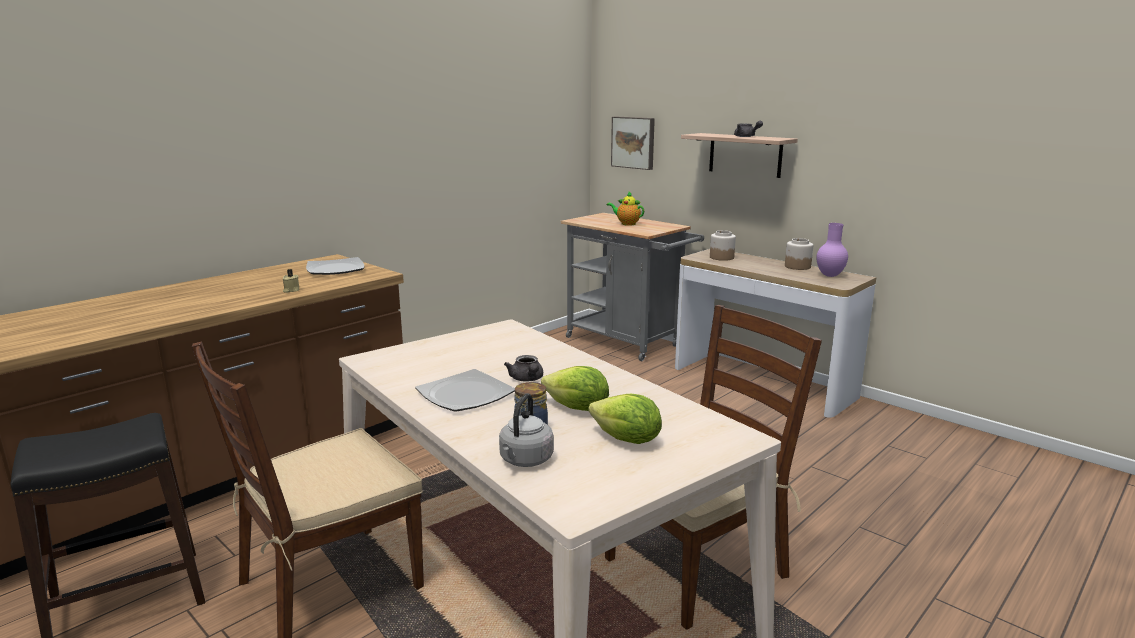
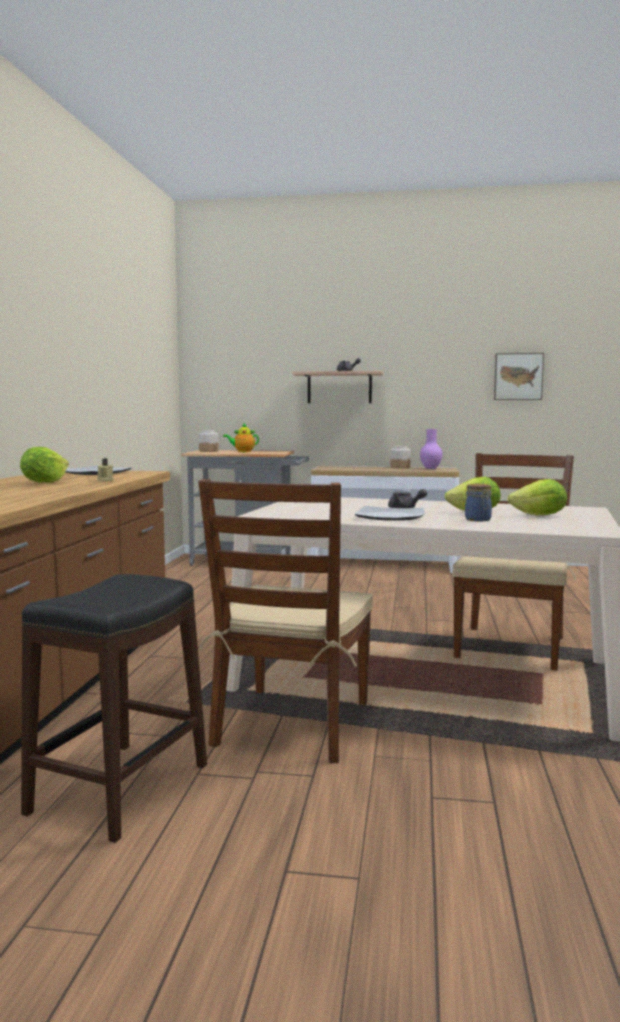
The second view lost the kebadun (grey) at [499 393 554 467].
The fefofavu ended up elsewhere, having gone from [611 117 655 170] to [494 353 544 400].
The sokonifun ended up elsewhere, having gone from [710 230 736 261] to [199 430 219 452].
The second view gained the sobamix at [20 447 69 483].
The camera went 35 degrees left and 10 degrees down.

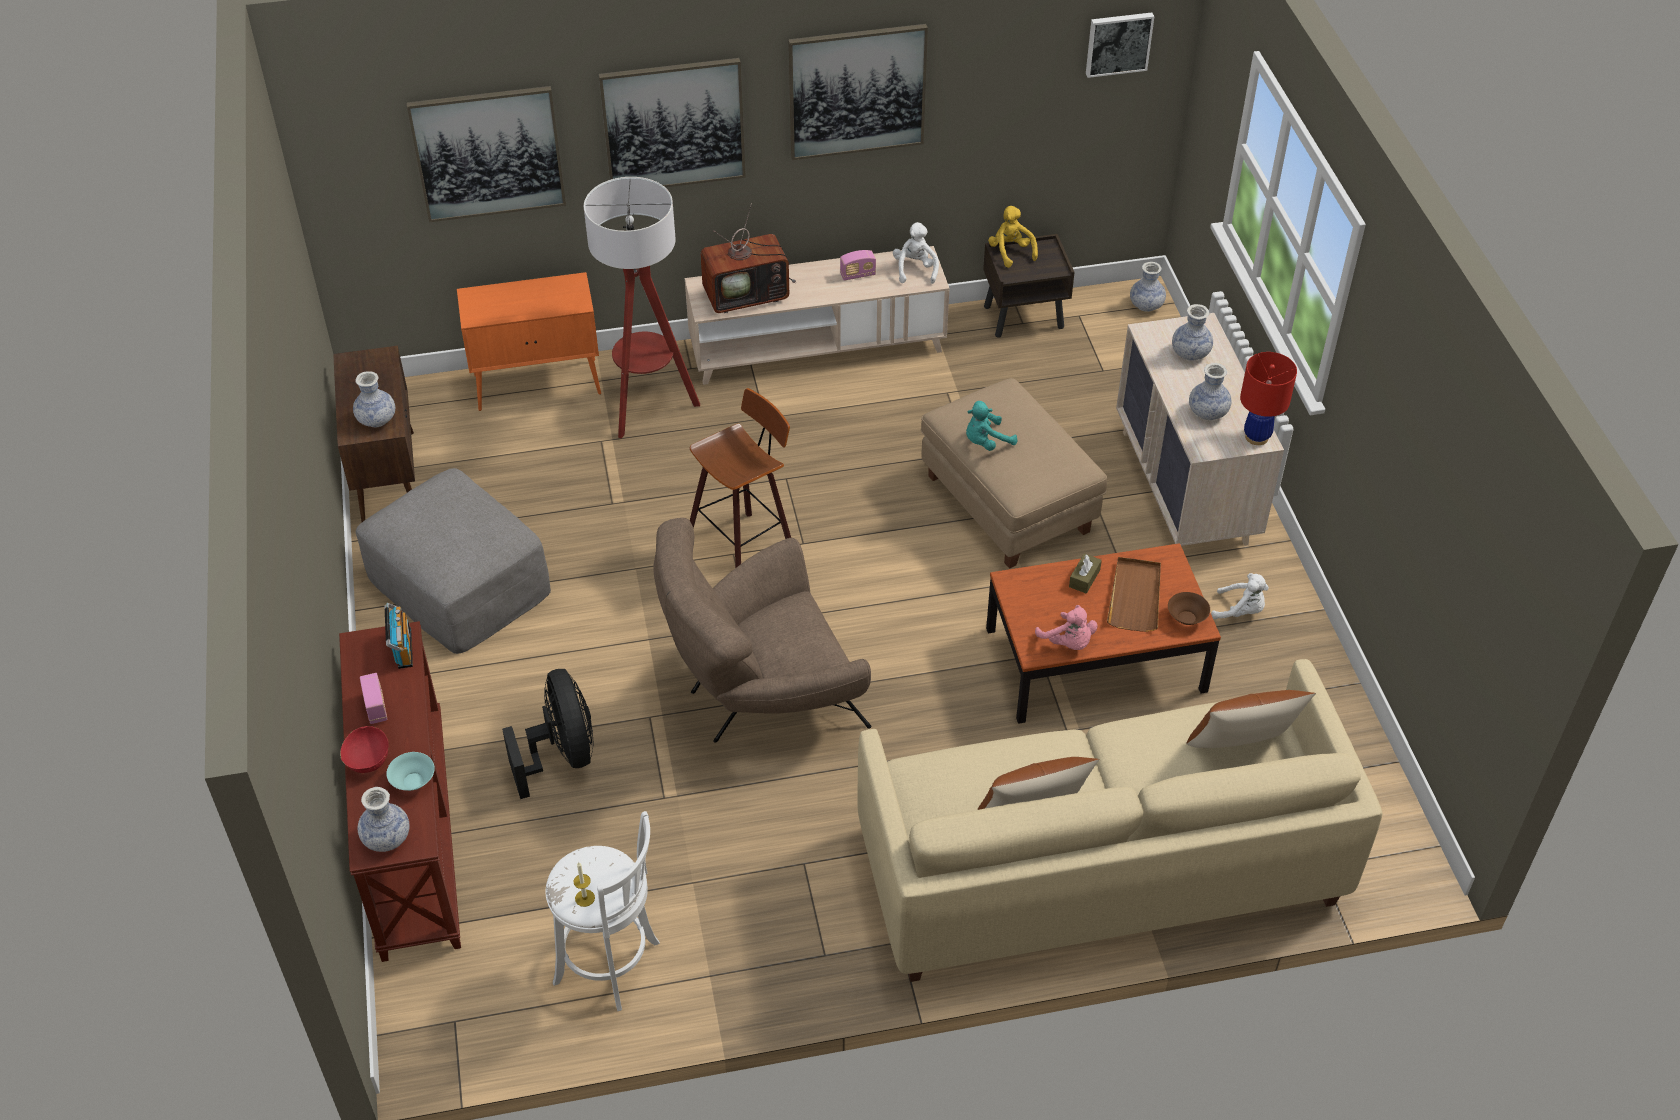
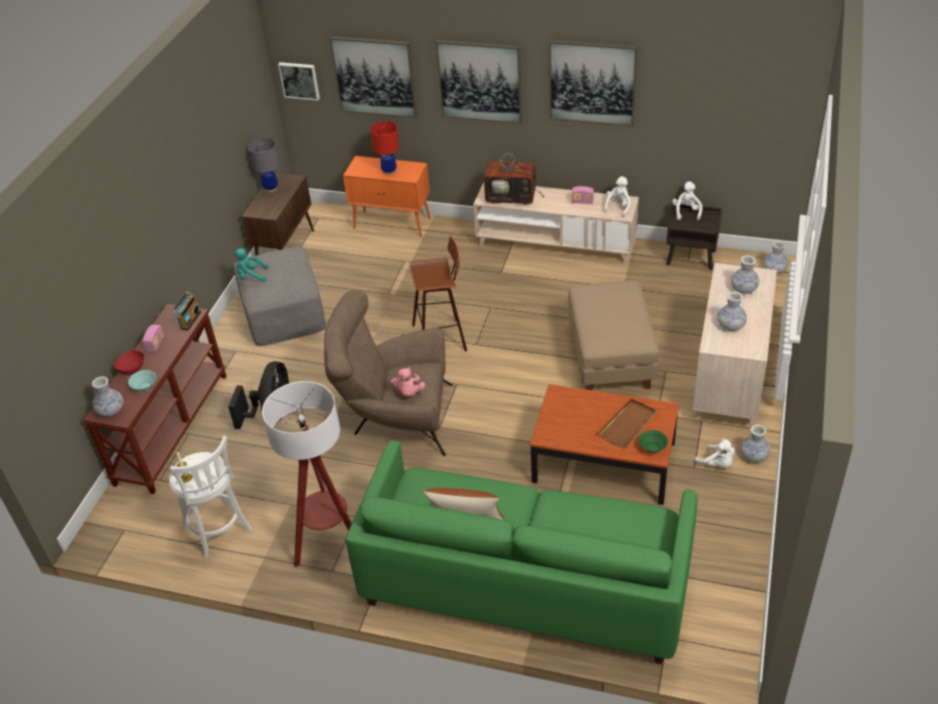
The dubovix ended up elsewhere, having gone from [353 371 395 427] to [741 425 770 462].
The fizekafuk ended up elsewhere, having gone from [584 177 700 439] to [262 381 352 567].
What was the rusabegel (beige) at [857 659 1382 982] turned into the rusabegel (green) at [346 440 697 664].
The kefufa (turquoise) ended up elsewhere, having gone from [966 401 1017 451] to [233 248 268 282].
What was the kefufa (yellow) at [988 206 1038 268] turned into the kefufa (white) at [672 181 702 220].
The kefufa (pink) ended up elsewhere, having gone from [1035 605 1098 650] to [390 367 425 396].
The second view lost the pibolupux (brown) at [1069 553 1102 593].
The fefofavu ended up elsewhere, having gone from [1086 12 1154 78] to [278 62 320 100].
What was the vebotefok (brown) at [1168 592 1210 625] turned into the vebotefok (green) at [639 430 668 453].
The second view lost the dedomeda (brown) at [1186 690 1316 748].
The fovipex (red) ended up elsewhere, having gone from [1240 352 1297 445] to [370 121 400 175].
The second view gained the fovipex (grey) at [248 138 279 192].
The camera went 30 degrees right and 5 degrees down.

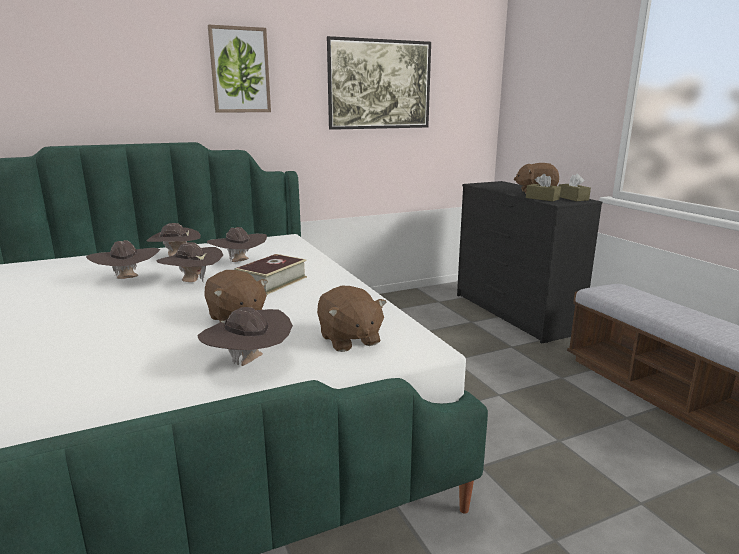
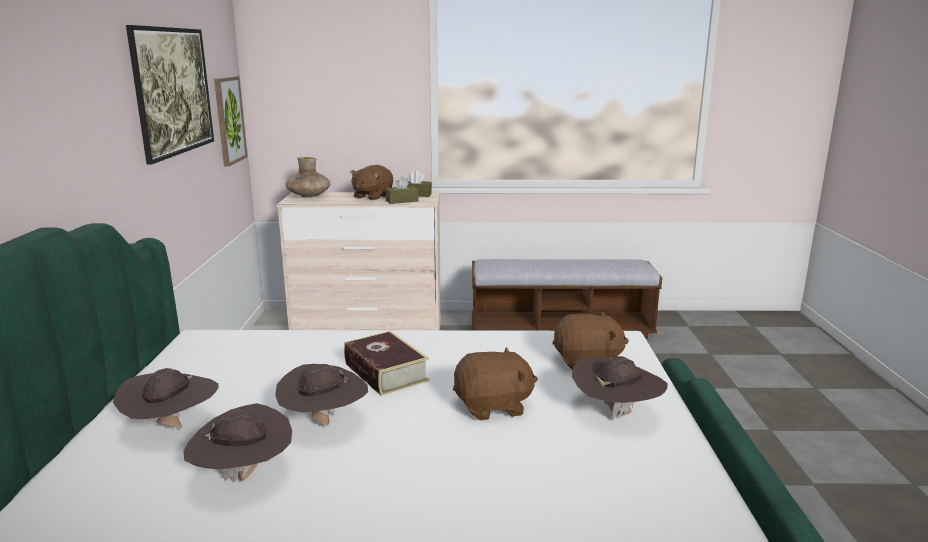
The second view lost the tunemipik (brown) at [207 227 267 262].
The fefofavu ended up elsewhere, having gone from [208 24 271 113] to [214 76 247 166].
What was the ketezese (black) at [457 181 602 344] turned into the ketezese (beige) at [277 192 441 330].
The second view gained the dubovix (brown) at [286 157 330 198].
The camera went 65 degrees left and 0 degrees up.

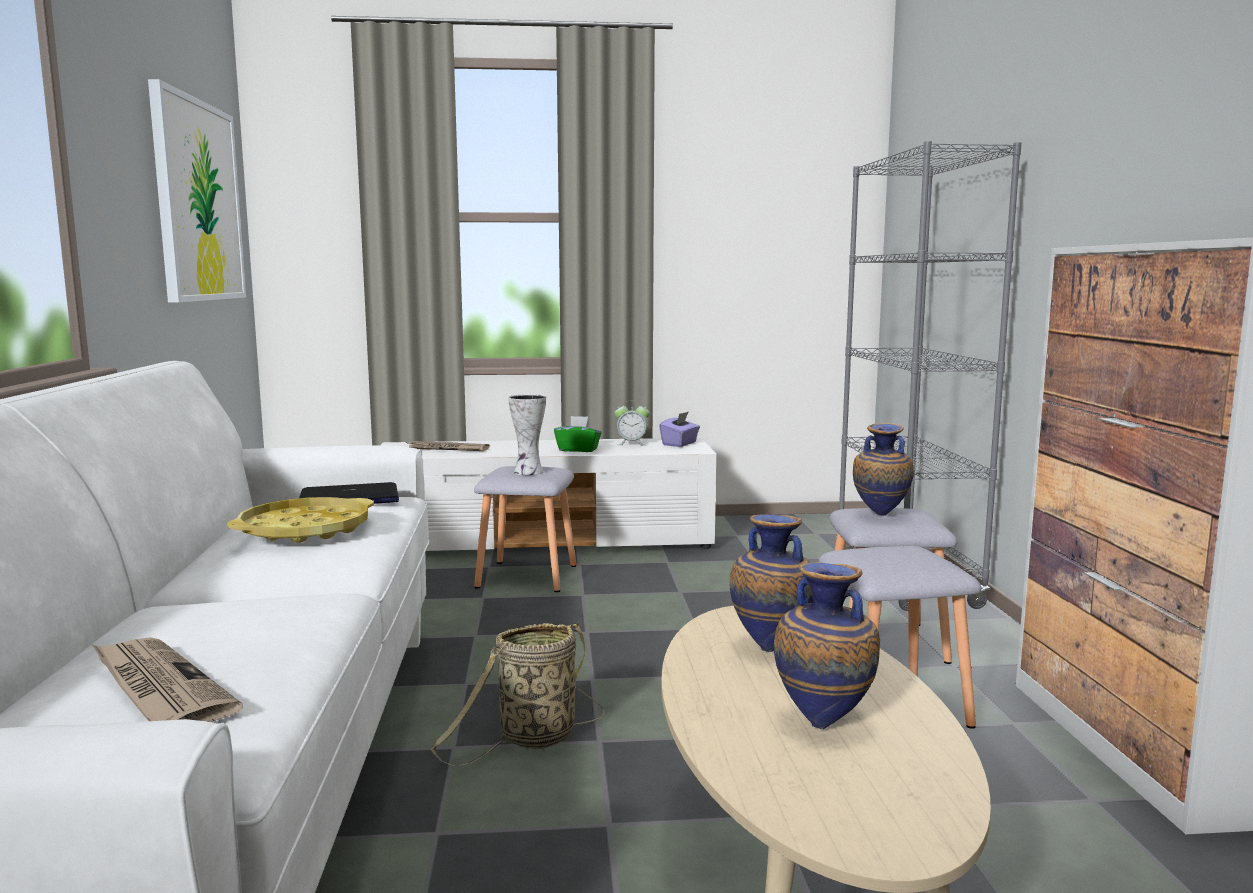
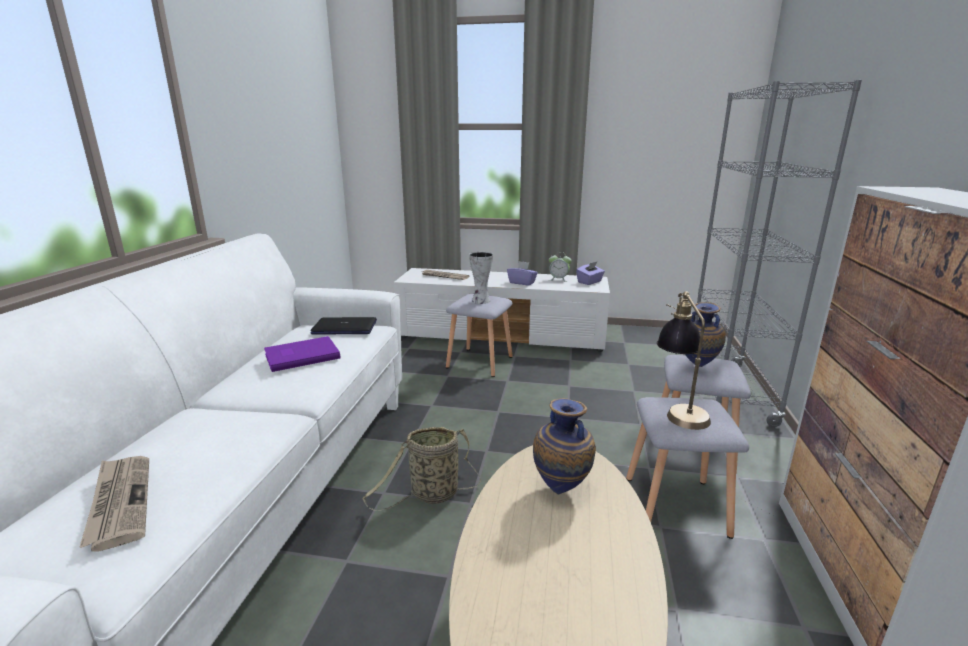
The second view lost the fefofavu at [148 79 246 303].
Where the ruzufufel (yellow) stood at [227 497 374 543], the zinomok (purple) came to stand at [264 336 340 372].
What was the pibolupux (green) at [554 416 602 452] turned into the pibolupux (purple) at [507 261 538 286].
The second view lost the dubovix at [774 562 880 729].
The second view gained the fovipex at [657 291 711 430].
The camera went 15 degrees right and 10 degrees up.

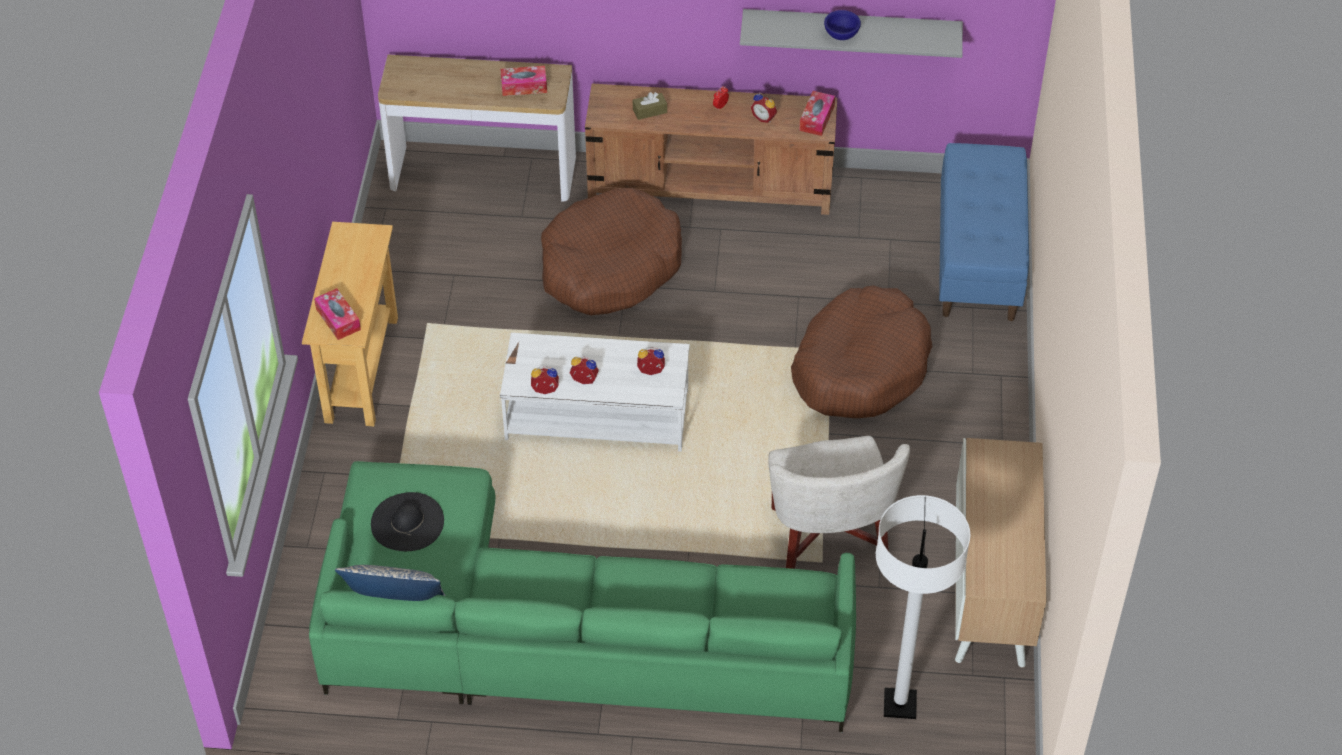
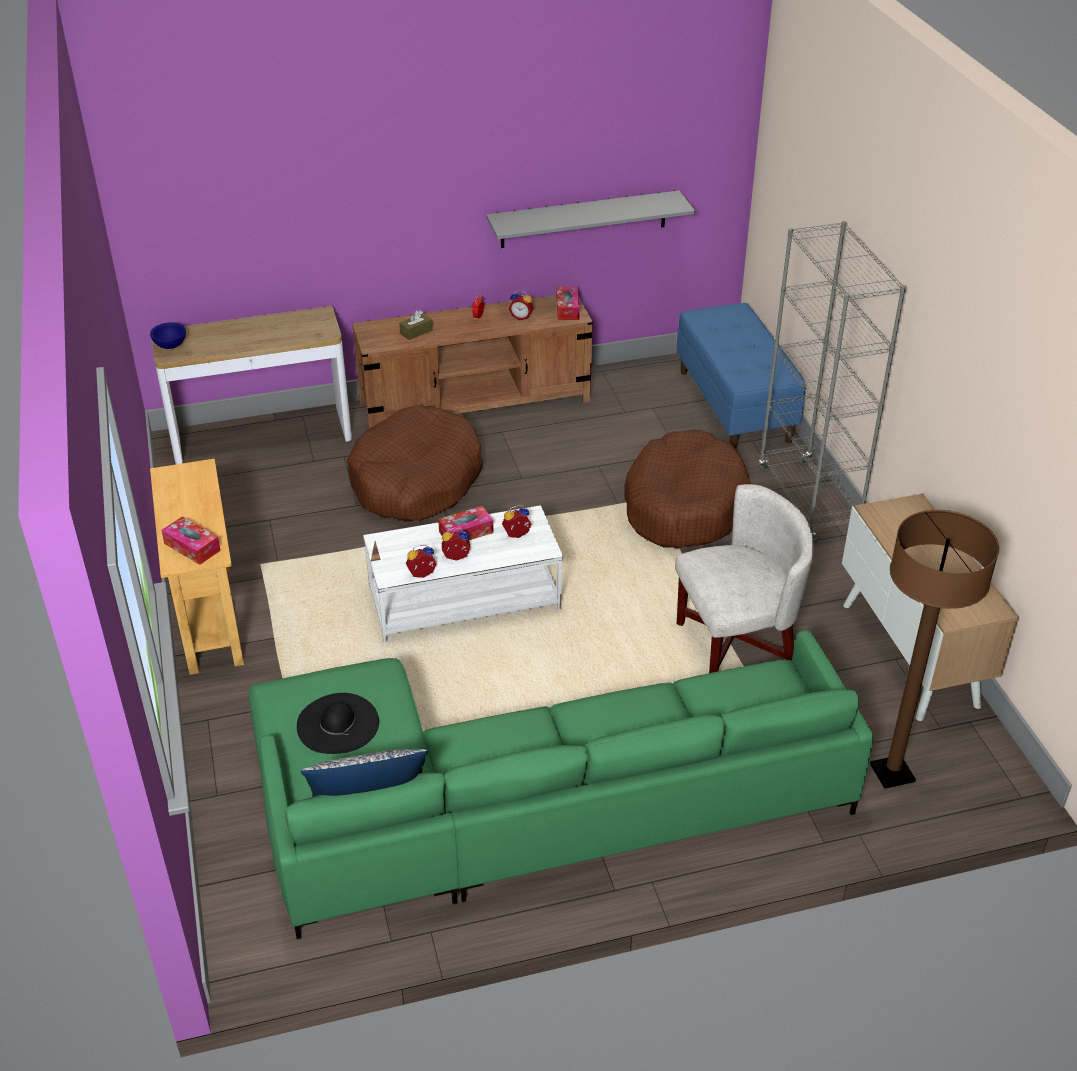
The pibolupux ended up elsewhere, having gone from [501 66 547 96] to [438 506 493 540].
The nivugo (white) at [768 436 910 569] ended up facing another way, 75 degrees counterclockwise from before.
The vebotefok (blue) ended up elsewhere, having gone from [824 10 861 40] to [150 322 186 349].
What was the fizekafuk (white) at [876 495 970 719] turned into the fizekafuk (brown) at [870 510 999 789].
The second view gained the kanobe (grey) at [758 221 906 544].
The camera went 20 degrees left and 10 degrees down.

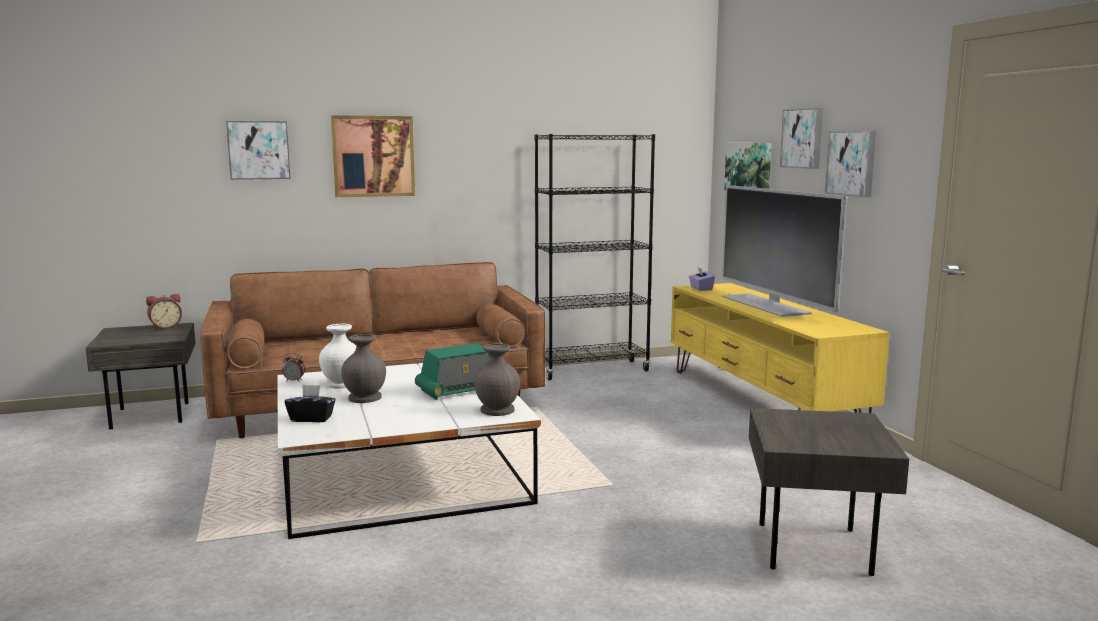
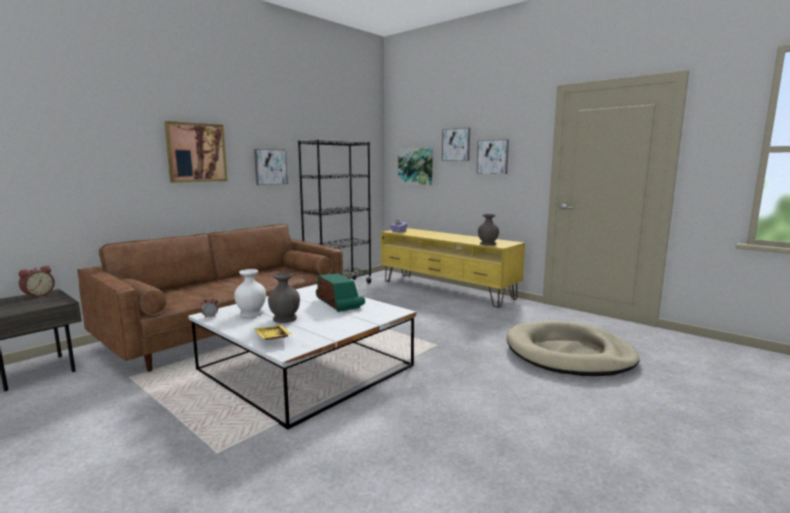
The fefofavu ended up elsewhere, having gone from [226 121 291 180] to [254 149 288 185].
Where the pibolupux (black) stood at [285 385 336 422], the ruzufufel (yellow) came to stand at [254 325 292 340].
The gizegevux at [415 343 490 400] ended up facing another way, 60 degrees counterclockwise from before.
The dubovix (grey) ended up elsewhere, having gone from [474 343 520 416] to [478 214 499 246].
The second view lost the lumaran at [722 185 847 317].
Where the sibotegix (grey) stood at [749 408 909 576], the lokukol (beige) came to stand at [507 321 640 376].
The camera went 30 degrees left and 0 degrees up.

